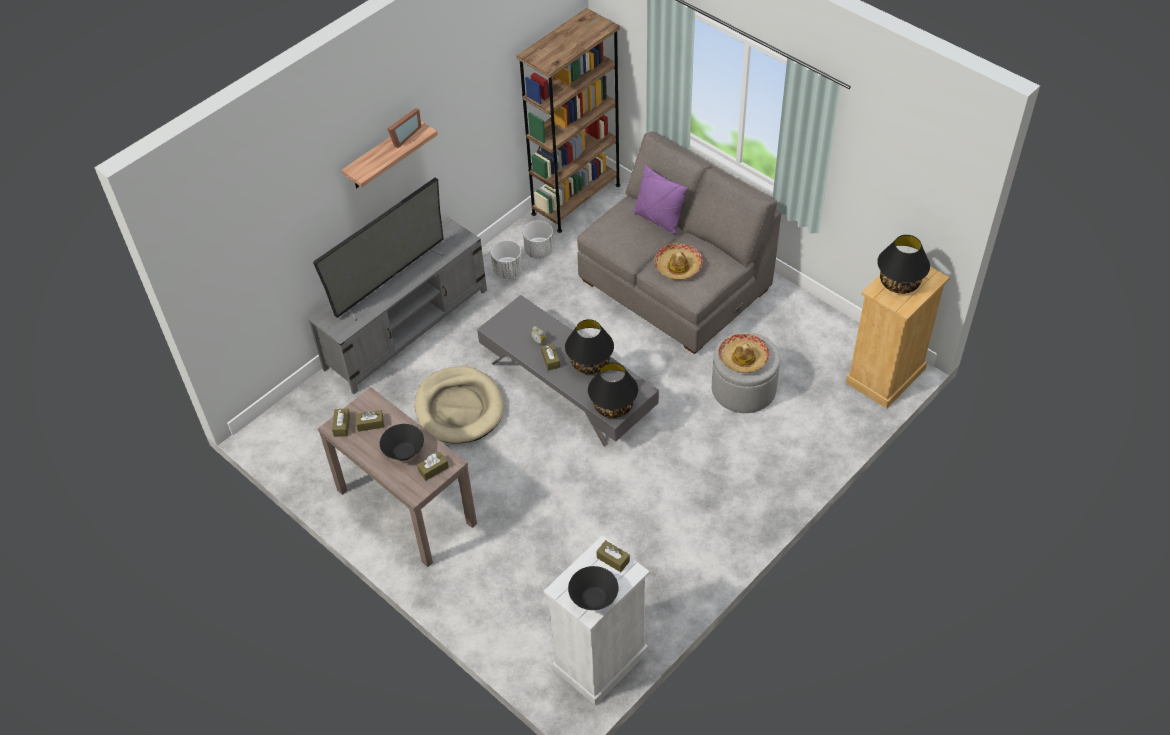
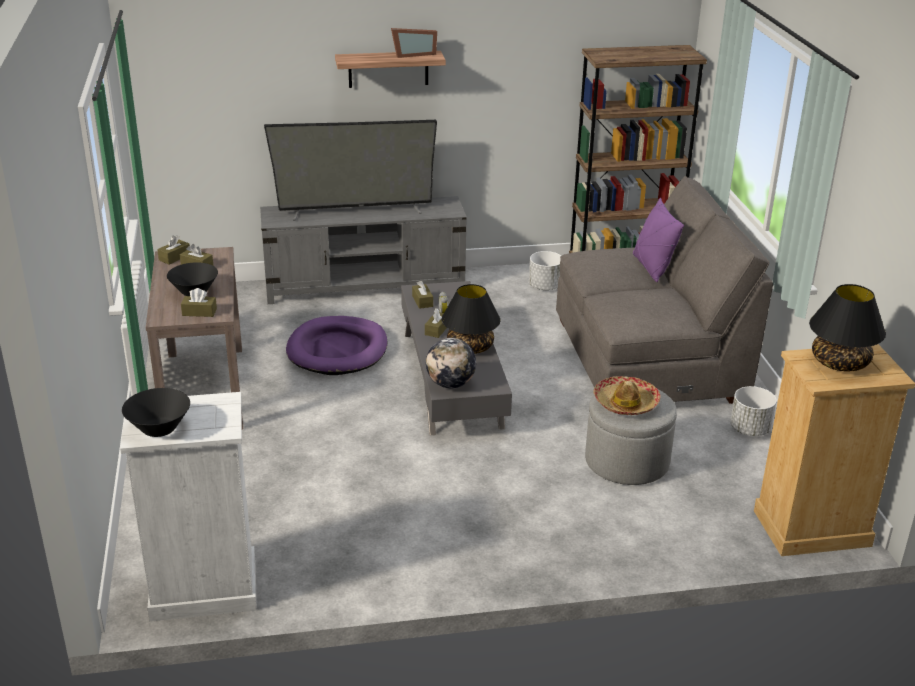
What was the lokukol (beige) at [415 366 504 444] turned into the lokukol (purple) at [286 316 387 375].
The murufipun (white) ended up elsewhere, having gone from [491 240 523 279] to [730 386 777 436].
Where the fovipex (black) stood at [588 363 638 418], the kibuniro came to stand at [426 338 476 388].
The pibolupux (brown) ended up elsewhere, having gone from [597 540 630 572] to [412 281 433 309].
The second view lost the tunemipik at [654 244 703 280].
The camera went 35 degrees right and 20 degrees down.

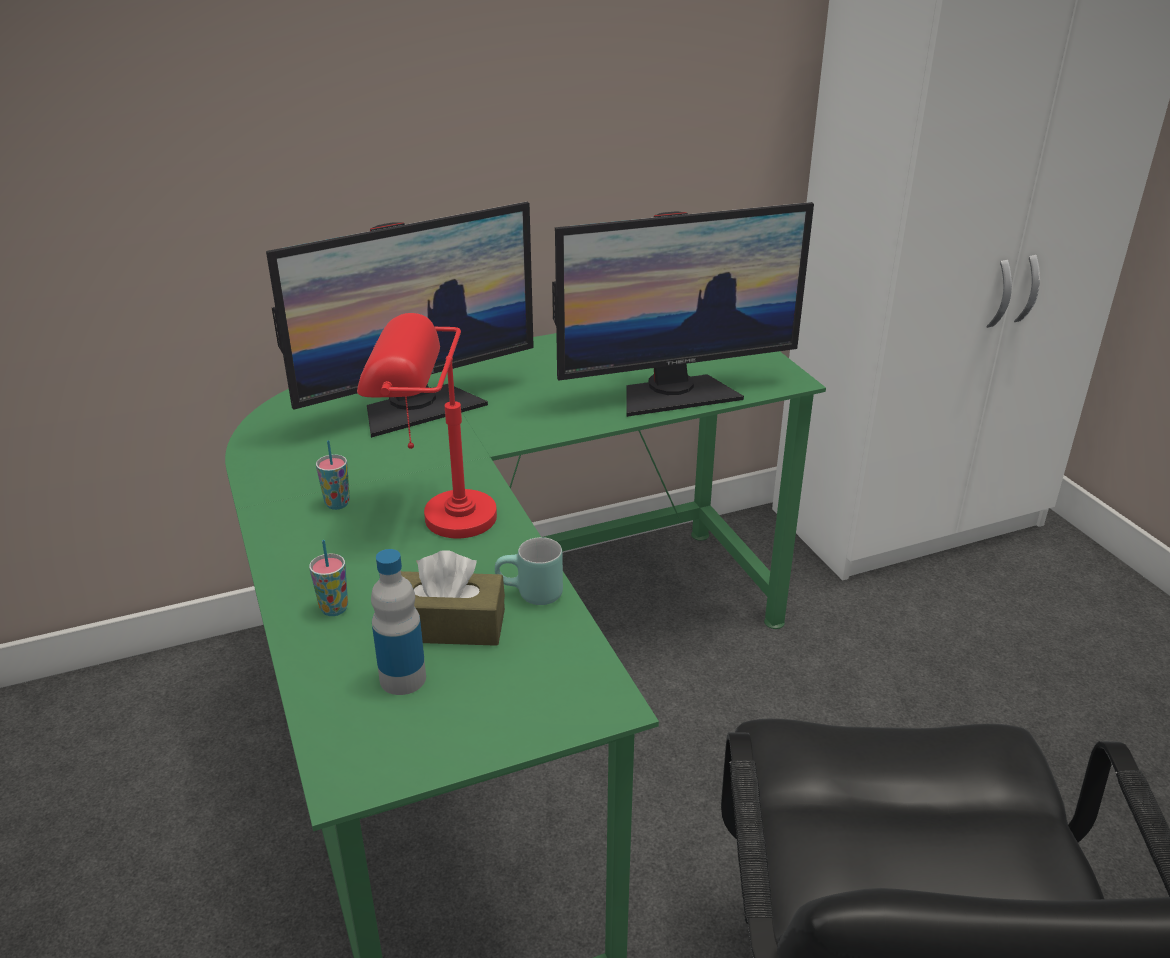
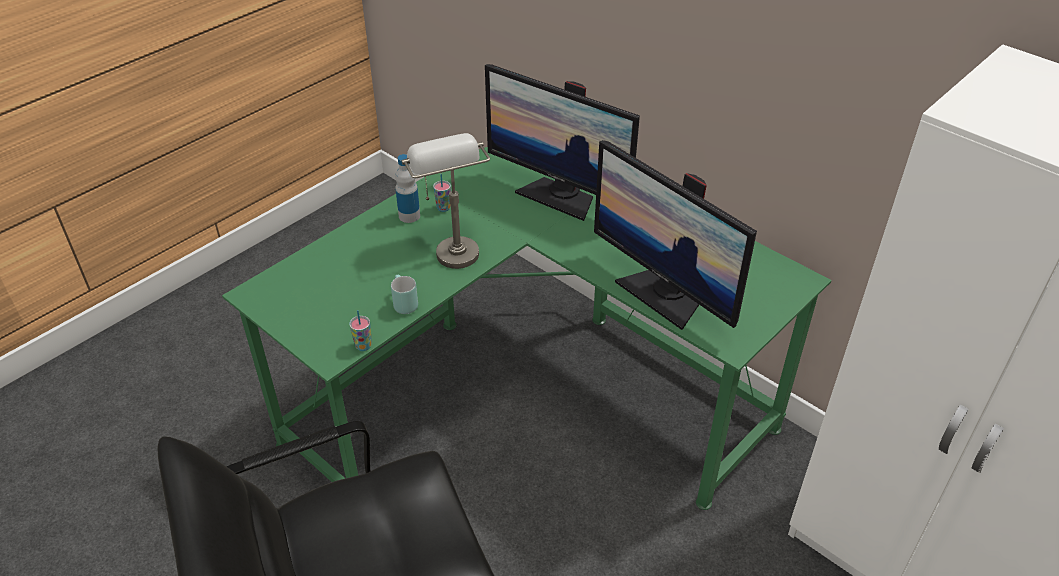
The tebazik ended up elsewhere, having gone from [309 540 348 616] to [349 310 372 351].
What was the fovipex (red) at [357 313 497 539] turned into the fovipex (grey) at [402 133 490 269].
The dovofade ended up elsewhere, having gone from [371 549 426 695] to [395 154 420 223].
The second view lost the pibolupux (brown) at [401 550 505 646].
The camera went 65 degrees right and 10 degrees up.

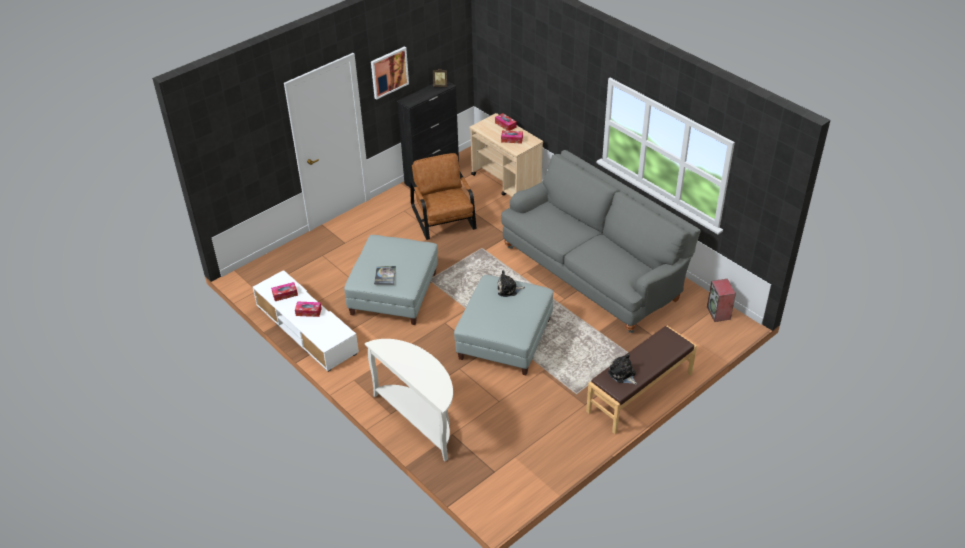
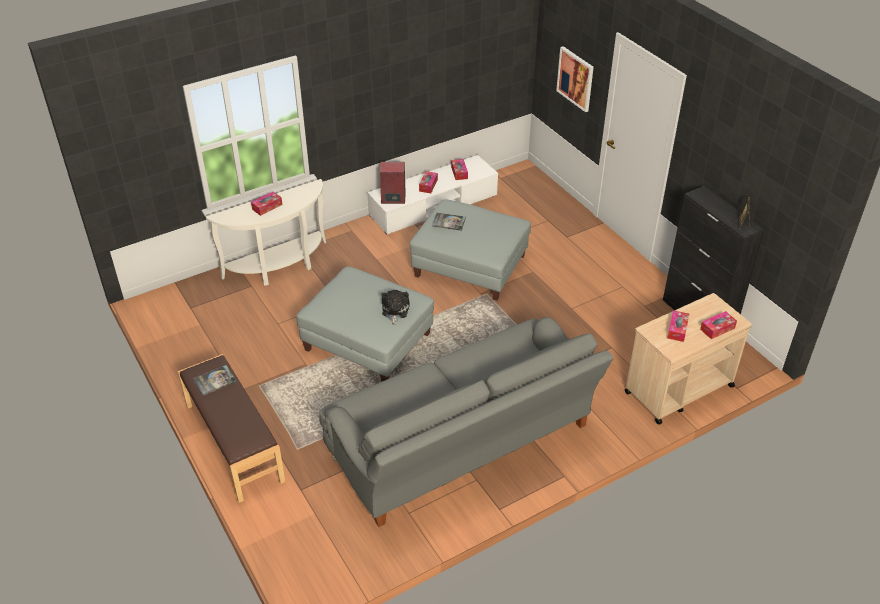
The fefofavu ended up elsewhere, having gone from [371 47 409 100] to [556 46 594 112].
The second view lost the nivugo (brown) at [410 153 477 240].
Where the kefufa stood at [608 354 637 385], the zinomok came to stand at [193 365 237 396].
The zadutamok ended up elsewhere, having gone from [707 279 736 322] to [380 162 406 204].
The second view gained the pibolupux at [251 192 282 216].
The camera went 100 degrees right and 0 degrees up.

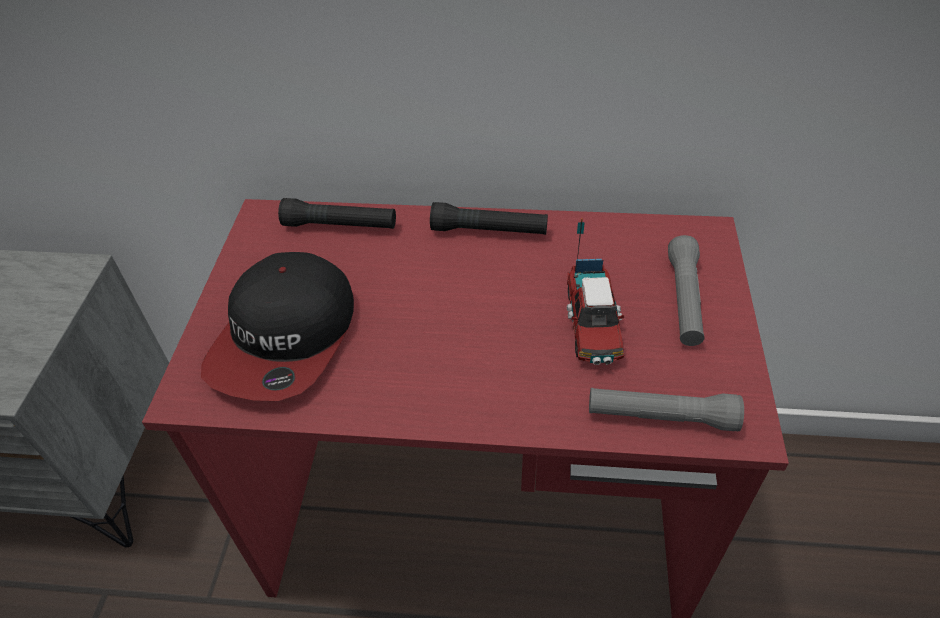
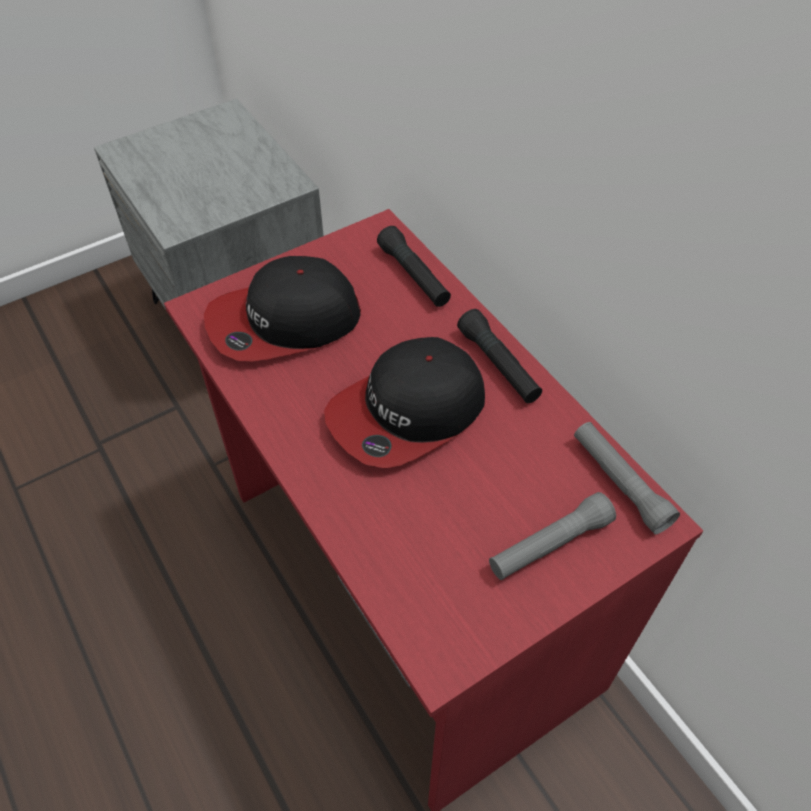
The second view lost the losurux at [567 219 624 365].
The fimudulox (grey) ended up elsewhere, having gone from [589 388 744 431] to [574 422 680 534].
The second view gained the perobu at [324 337 485 468].
The camera went 50 degrees right and 5 degrees up.

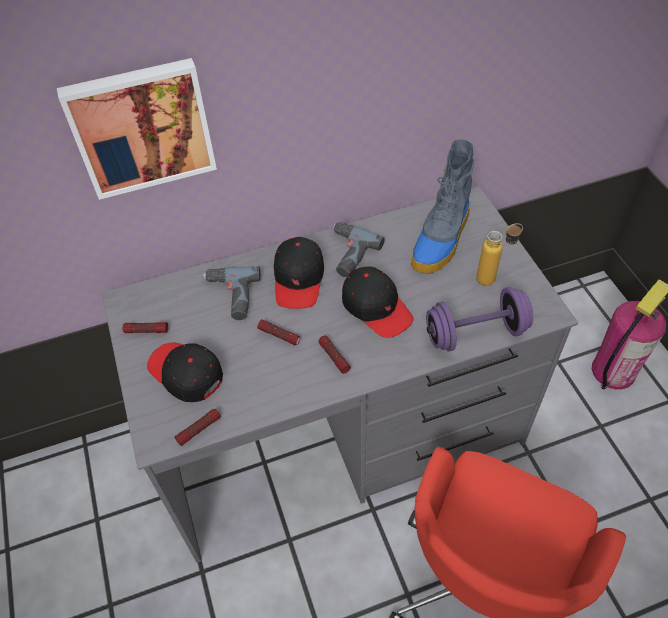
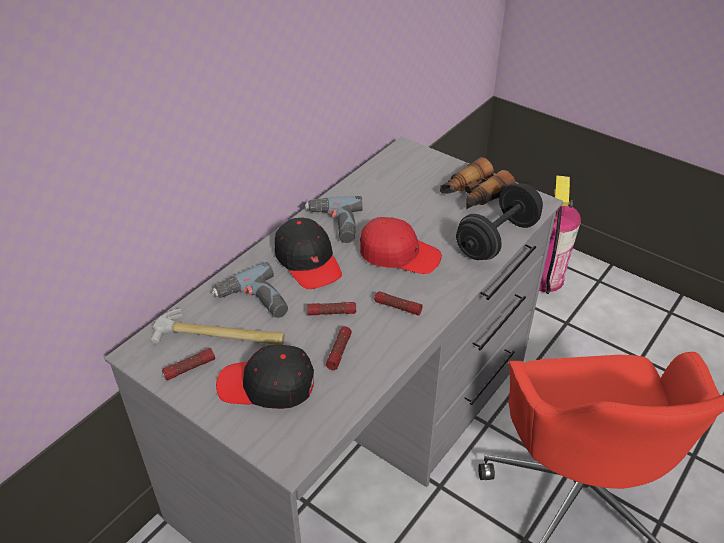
The second view lost the fefofavu at [57 58 217 200].
The fimudulox ended up elsewhere, having gone from [175 409 221 446] to [326 326 352 370].
What was the perobu (black) at [342 266 414 338] turned into the perobu (red) at [360 217 442 274].
The second view lost the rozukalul at [411 139 475 274].
What was the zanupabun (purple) at [426 287 533 352] turned into the zanupabun (black) at [456 183 543 260].
Where the dovofade stood at [476 223 523 286], the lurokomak came to stand at [440 157 516 209].
The second view gained the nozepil at [151 309 285 345].
The camera went 35 degrees left and 10 degrees down.

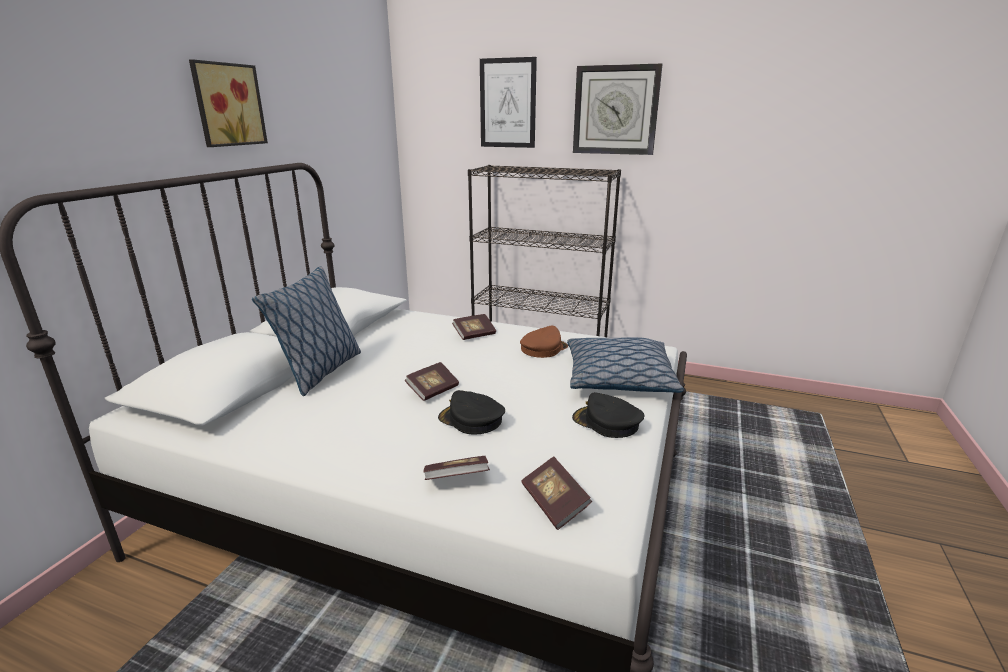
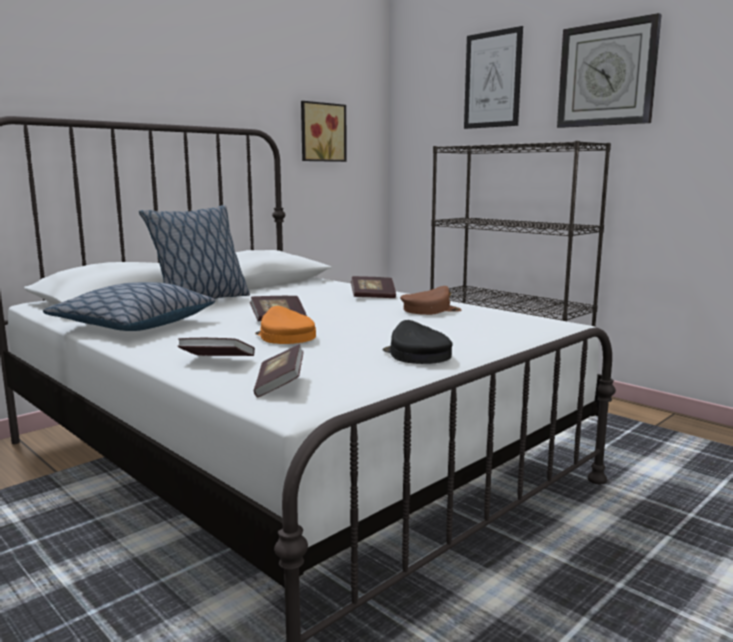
The fefofavu ended up elsewhere, having gone from [189 59 268 147] to [301 101 347 162].
What was the perobu (black) at [438 390 505 434] turned into the perobu (orange) at [255 306 316 344].
The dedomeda ended up elsewhere, having gone from [567 337 684 393] to [43 282 215 331].
The camera went 25 degrees right and 10 degrees down.

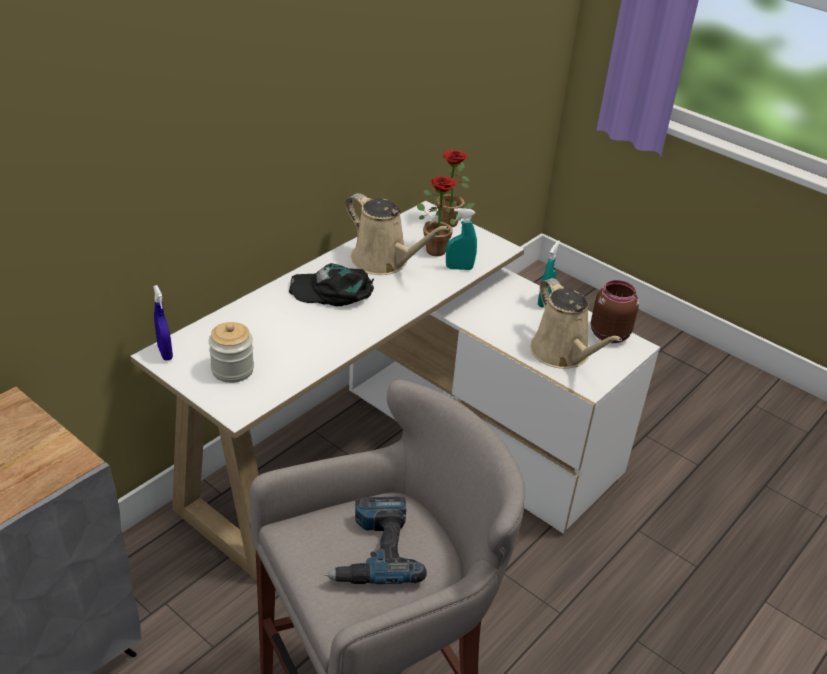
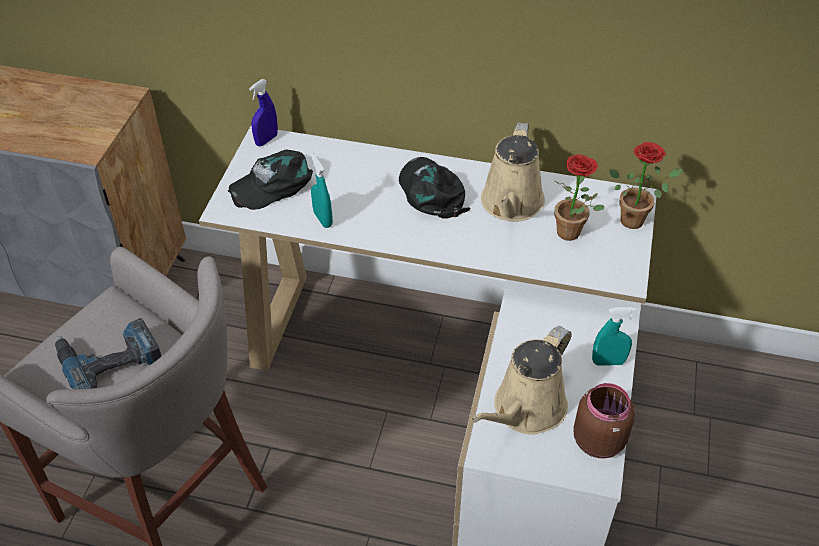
Where the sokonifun stood at [209 322 254 383], the perobu (black) came to stand at [228 149 313 210].
The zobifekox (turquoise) ended up elsewhere, having gone from [446 208 477 270] to [311 153 333 228].
The camera went 65 degrees right and 10 degrees up.

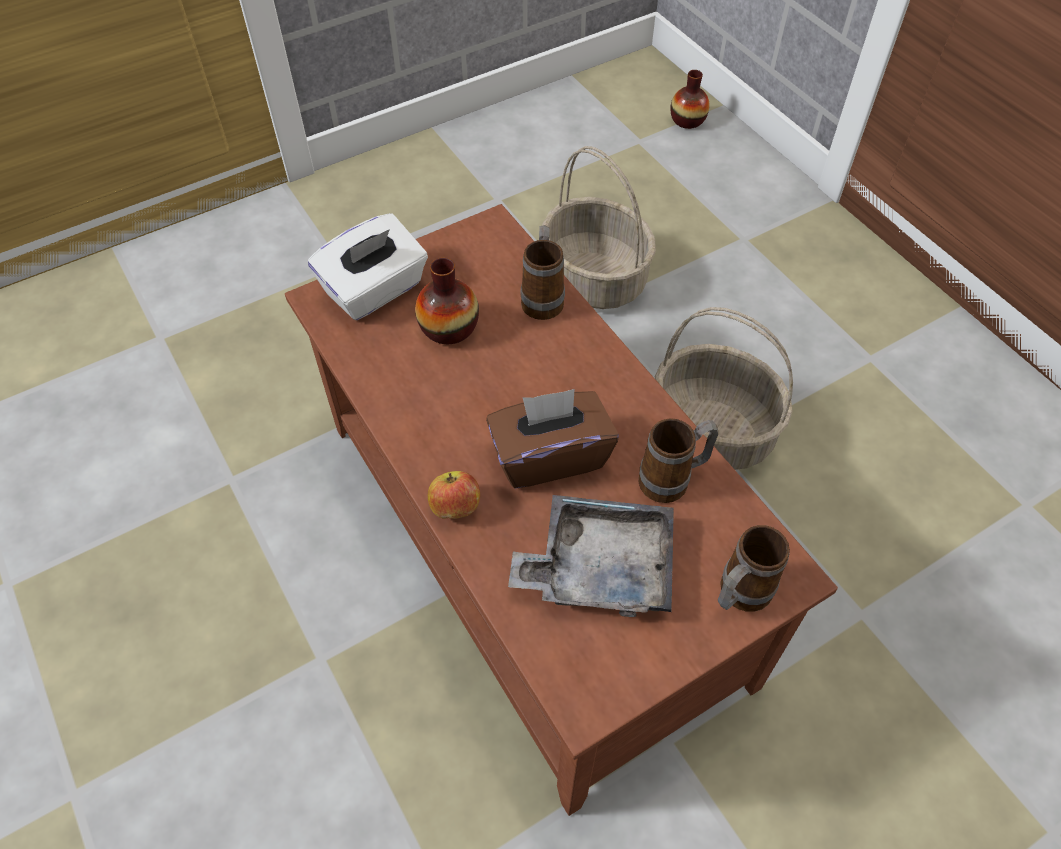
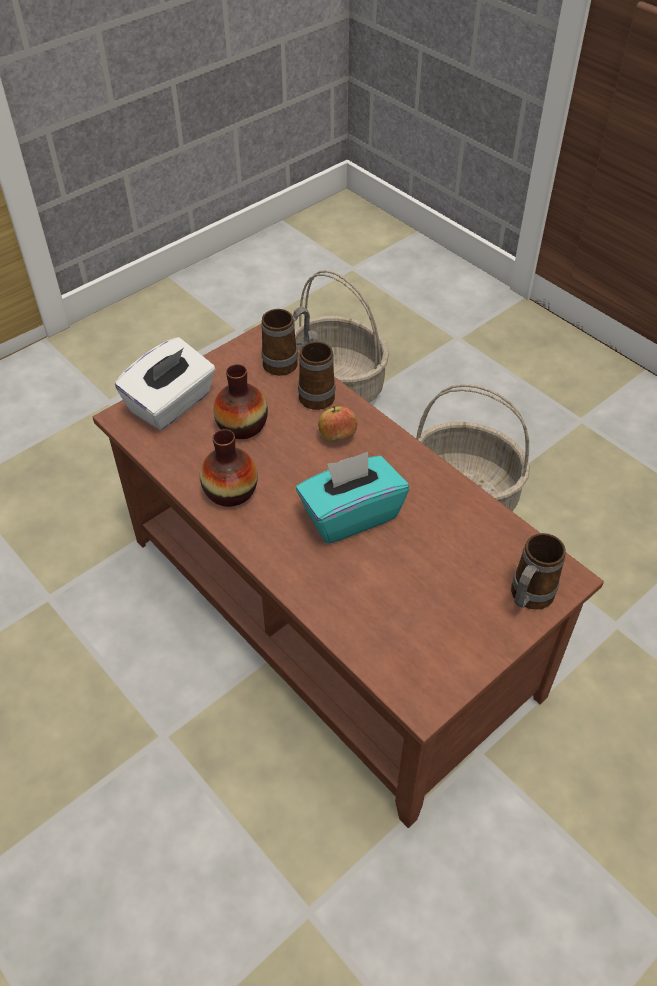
The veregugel ended up elsewhere, having gone from [428 471 480 519] to [318 406 358 442].
What was the pibolupux (brown) at [486 389 619 488] turned into the pibolupux (turquoise) at [296 452 409 544].
The second view lost the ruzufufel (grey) at [508 495 674 617].
The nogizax ended up elsewhere, having gone from [639 418 718 503] to [261 306 310 376].
The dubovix ended up elsewhere, having gone from [670 70 710 129] to [200 429 258 507].
The camera went 10 degrees left and 5 degrees down.

